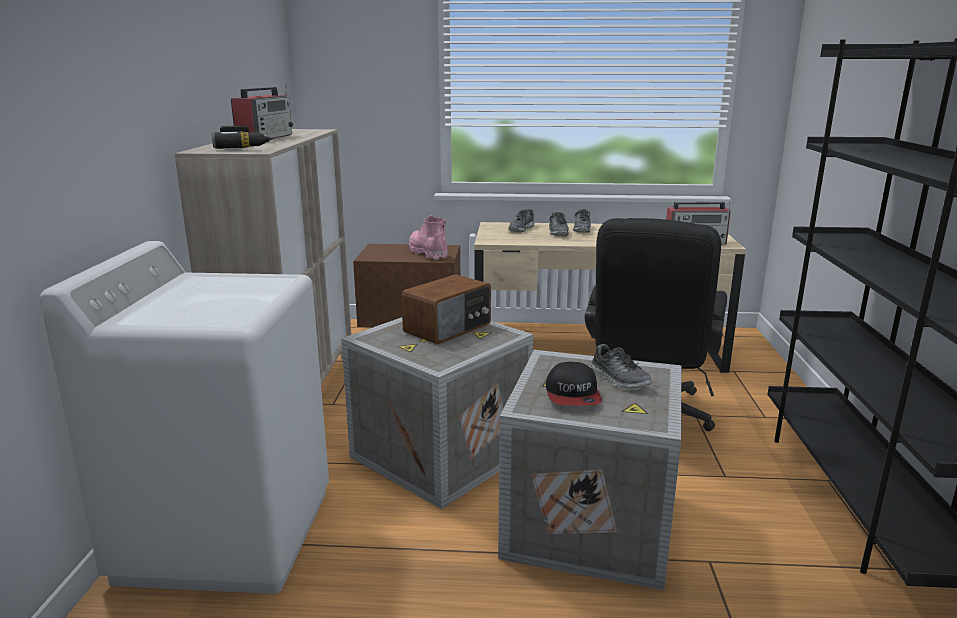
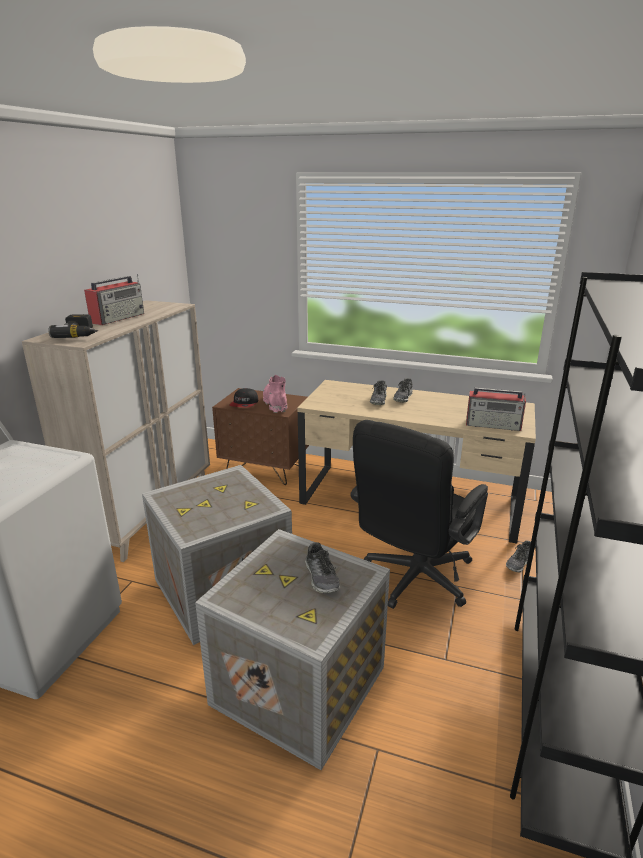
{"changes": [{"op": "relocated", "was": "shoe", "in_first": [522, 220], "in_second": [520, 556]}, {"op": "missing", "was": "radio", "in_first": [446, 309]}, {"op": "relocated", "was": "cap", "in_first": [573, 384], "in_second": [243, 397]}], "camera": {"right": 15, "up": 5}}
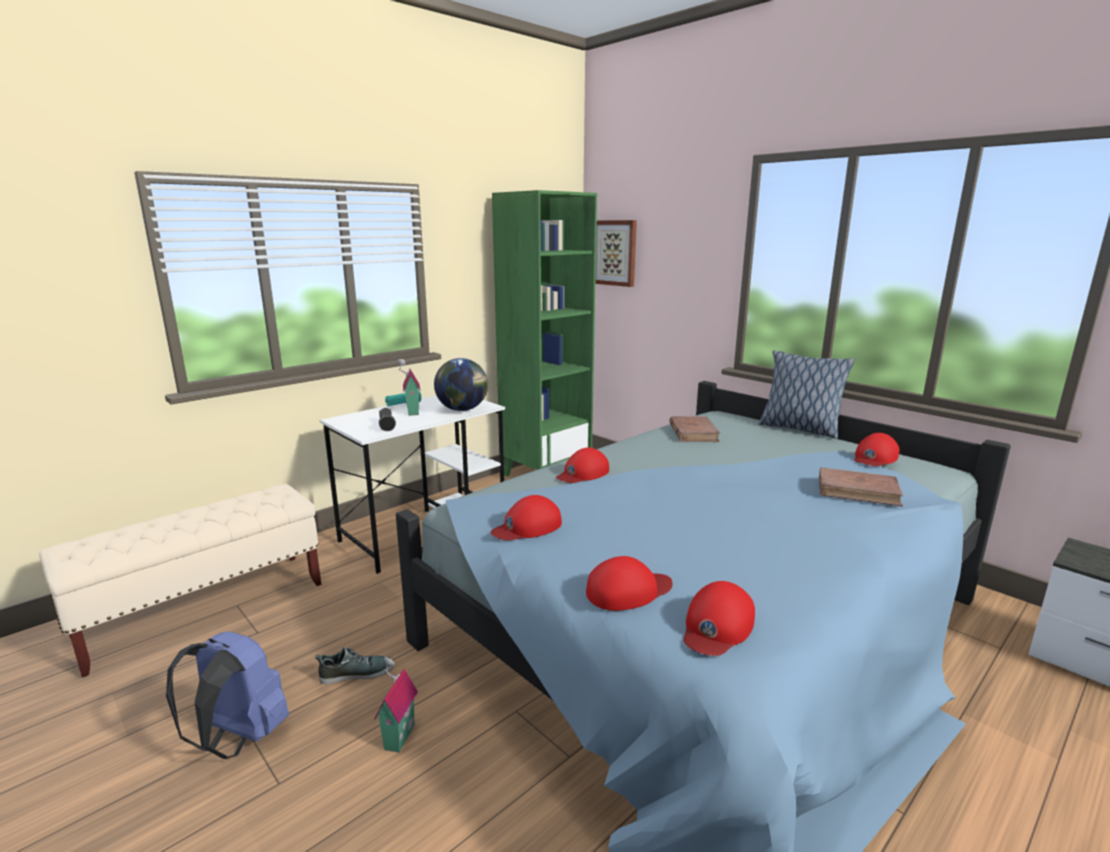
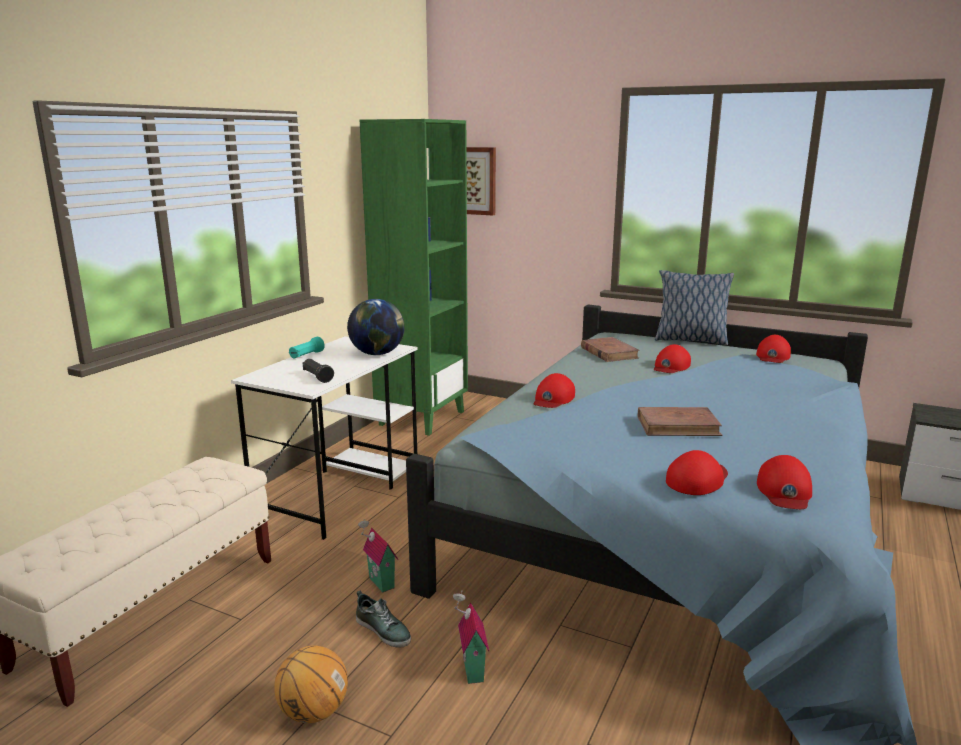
{"changes": [{"op": "relocated", "was": "toy house", "in_first": [409, 387], "in_second": [378, 555]}, {"op": "relocated", "was": "brown book", "in_first": [861, 486], "in_second": [680, 421]}, {"op": "relocated", "was": "red cap", "in_first": [526, 518], "in_second": [672, 358]}, {"op": "exchanged", "was": "blue backpack", "now": "basketball", "in_first": [227, 695], "in_second": [311, 684]}, {"op": "spun", "was": "shoe", "in_first": [354, 665], "in_second": [383, 619], "clockwise": 75}], "camera": {"right": -20, "up": 0}}
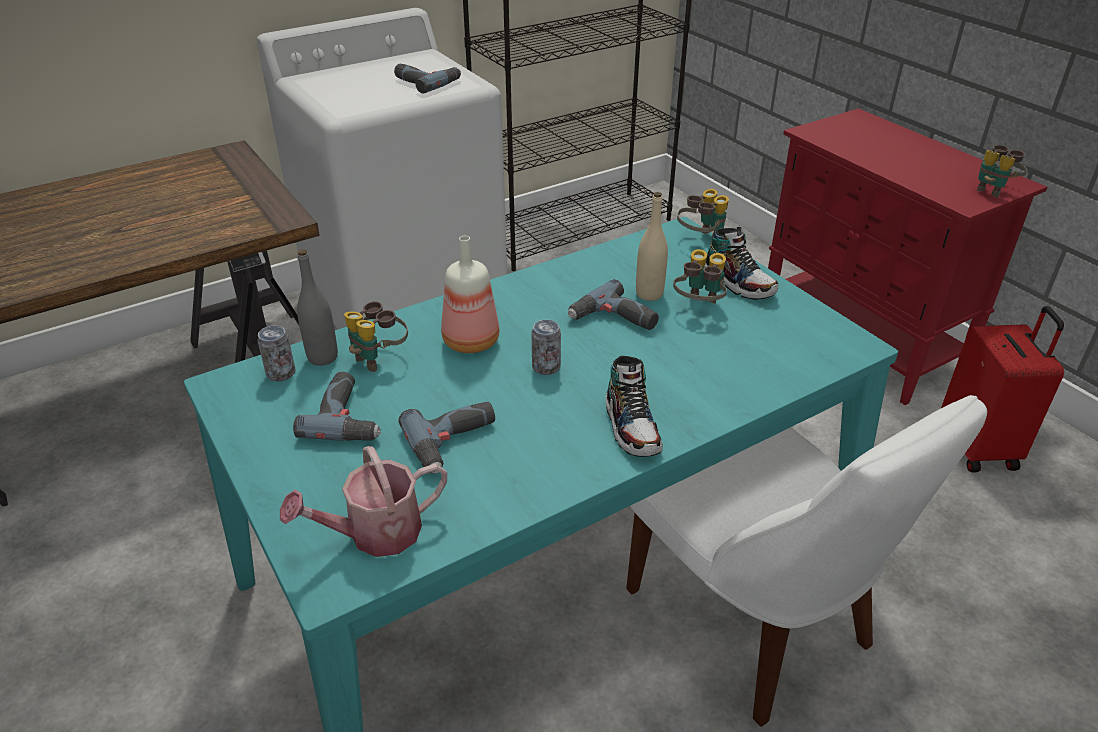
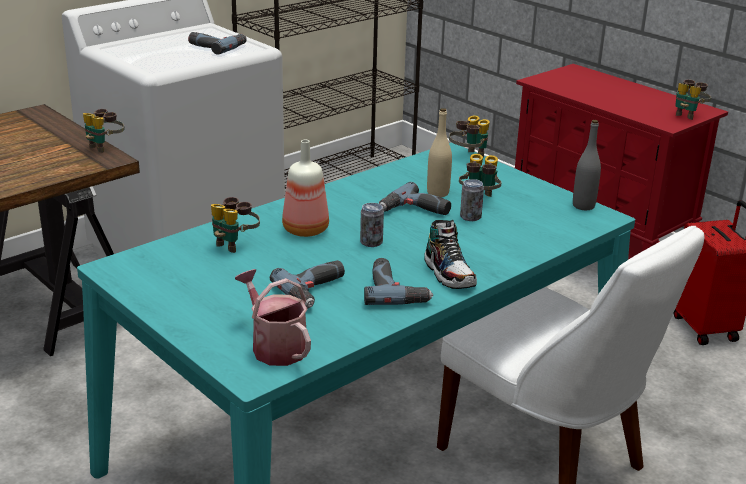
{"changes": [{"op": "missing", "was": "shoe", "in_first": [741, 263]}, {"op": "relocated", "was": "grey bottle", "in_first": [317, 307], "in_second": [587, 165]}, {"op": "relocated", "was": "can", "in_first": [276, 353], "in_second": [472, 200]}, {"op": "relocated", "was": "power drill", "in_first": [337, 406], "in_second": [398, 281]}, {"op": "spun", "was": "watering can", "in_first": [363, 501], "in_second": [273, 317], "clockwise": 90}, {"op": "appeared", "now": "binoculars", "in_second": [104, 131]}], "camera": {"right": -10, "up": -10}}
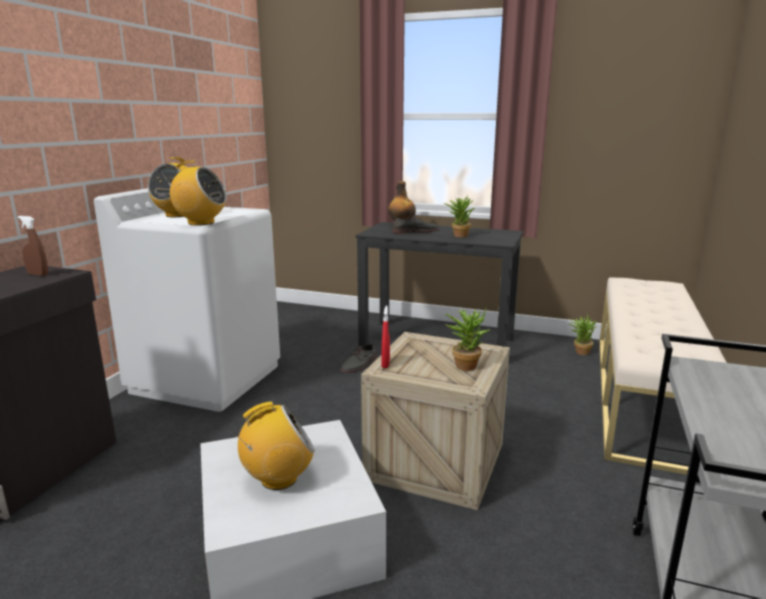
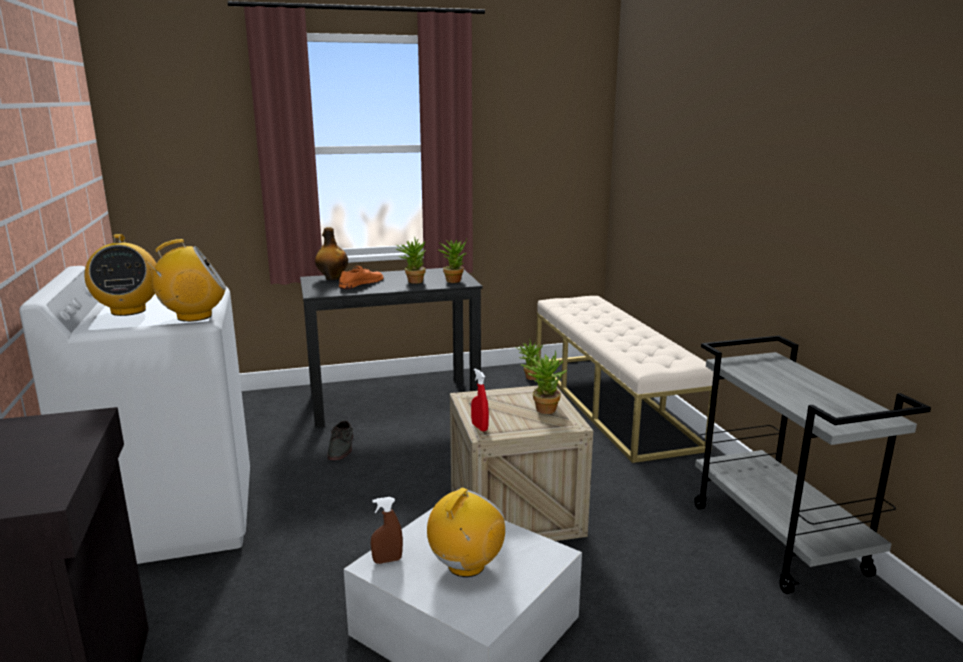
{"changes": [{"op": "colour", "was": "grey shoe", "now": "orange shoe", "in_first": [415, 224], "in_second": [361, 277]}, {"op": "relocated", "was": "brown spray bottle", "in_first": [33, 246], "in_second": [387, 530]}, {"op": "appeared", "now": "potted plant", "in_second": [452, 260]}], "camera": {"right": -35, "up": 0}}
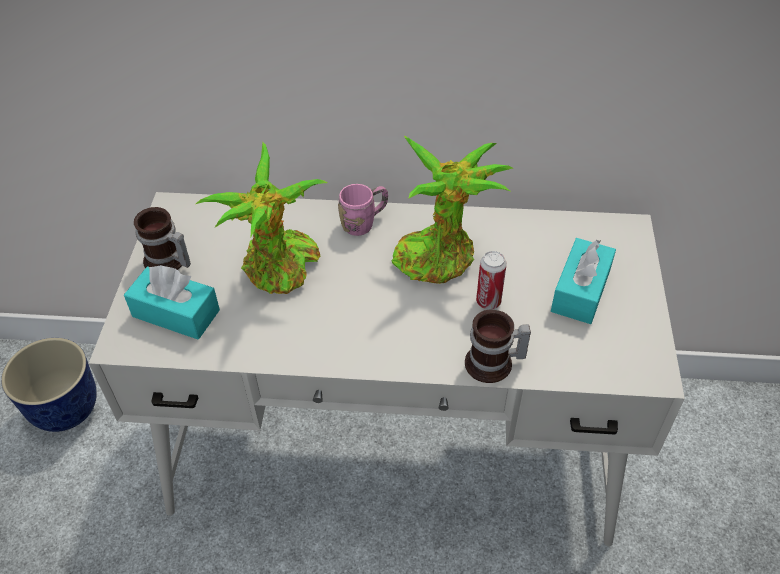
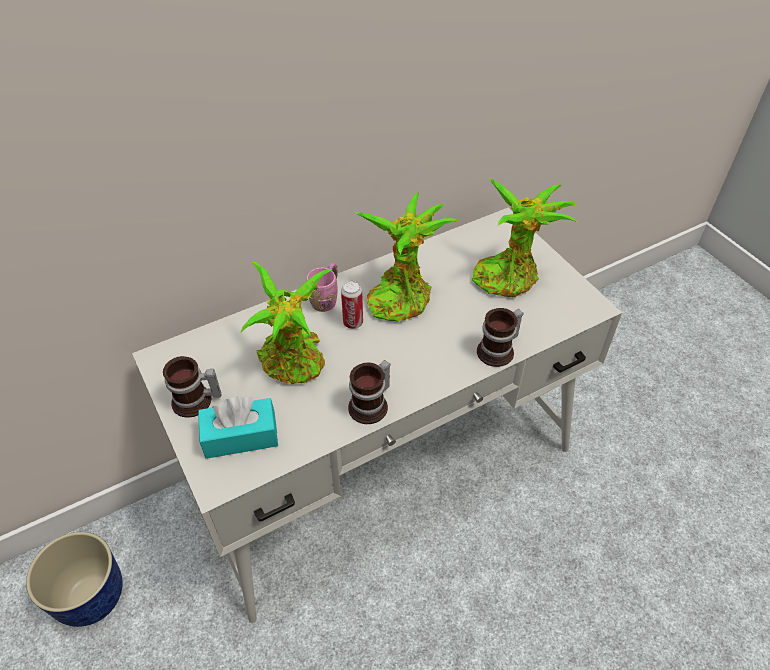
{"changes": [{"op": "exchanged", "was": "turquoise tissue box", "now": "potted plant", "in_first": [583, 281], "in_second": [524, 237]}, {"op": "relocated", "was": "can", "in_first": [491, 280], "in_second": [352, 305]}, {"op": "appeared", "now": "mug", "in_second": [369, 392]}], "camera": {"right": -35, "up": 0}}
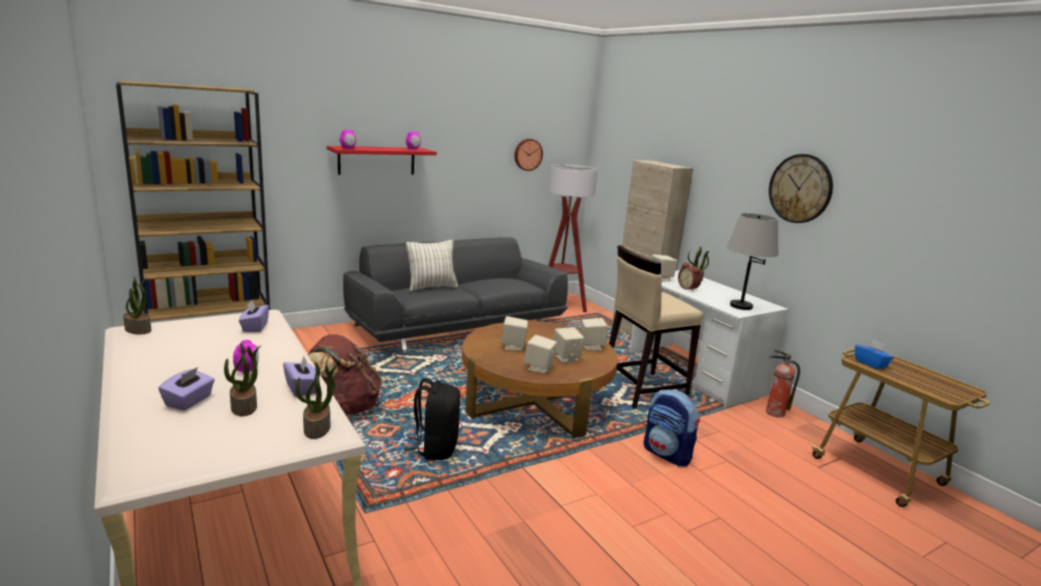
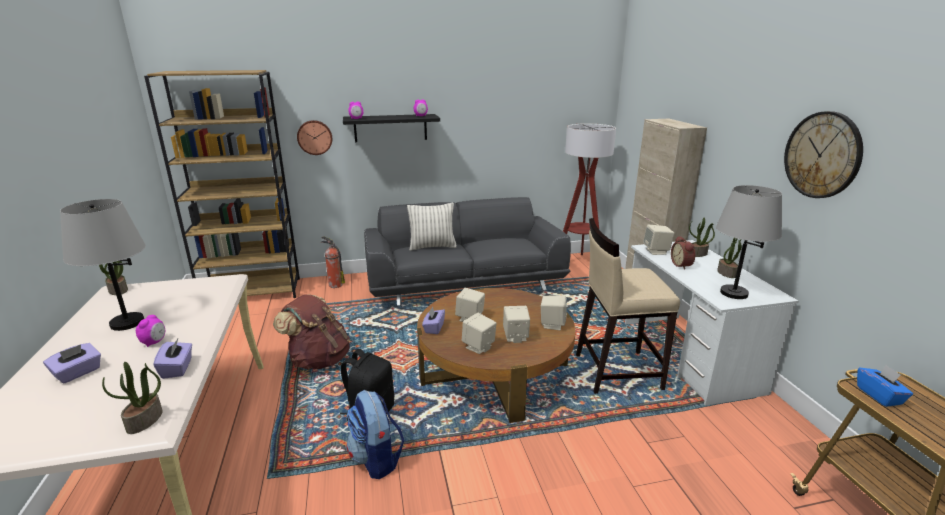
{"changes": [{"op": "relocated", "was": "wall clock", "in_first": [528, 155], "in_second": [314, 137]}, {"op": "colour", "was": "red shelf", "now": "black shelf", "in_first": [382, 160], "in_second": [391, 128]}, {"op": "relocated", "was": "purple tissue box", "in_first": [254, 316], "in_second": [433, 320]}, {"op": "relocated", "was": "potted plant", "in_first": [243, 379], "in_second": [729, 258]}, {"op": "relocated", "was": "fire extinguisher", "in_first": [783, 384], "in_second": [333, 262]}, {"op": "relocated", "was": "backpack", "in_first": [672, 427], "in_second": [375, 434]}, {"op": "appeared", "now": "grey table lamp", "in_second": [103, 265]}], "camera": {"right": 20, "up": 5}}
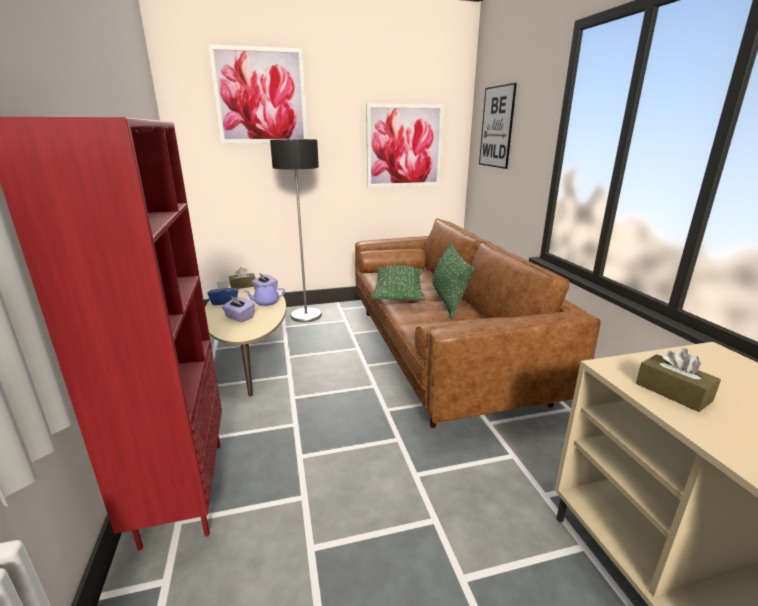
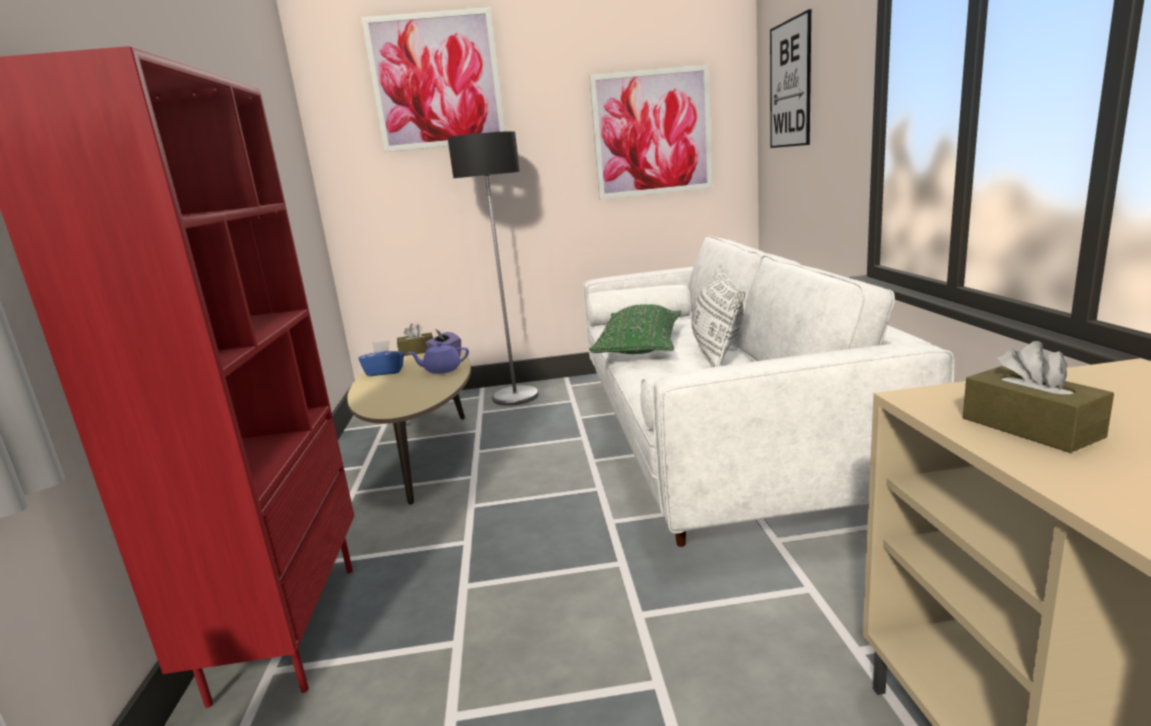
{"changes": [{"op": "colour", "was": "brown sofa", "now": "white sofa", "in_first": [478, 323], "in_second": [769, 391]}, {"op": "colour", "was": "green pillow", "now": "white pillow", "in_first": [454, 280], "in_second": [718, 316]}, {"op": "missing", "was": "purple tissue box", "in_first": [238, 309]}], "camera": {"right": 10, "up": -5}}
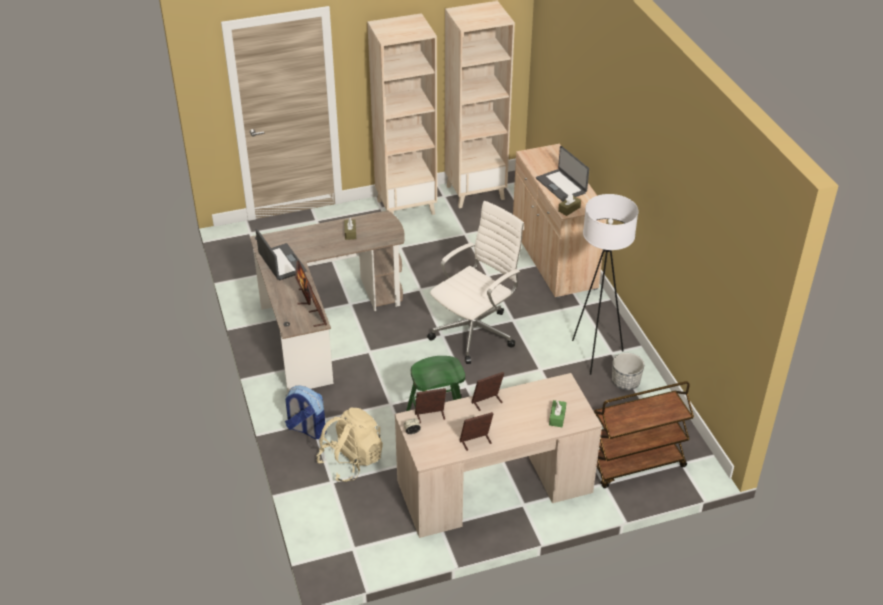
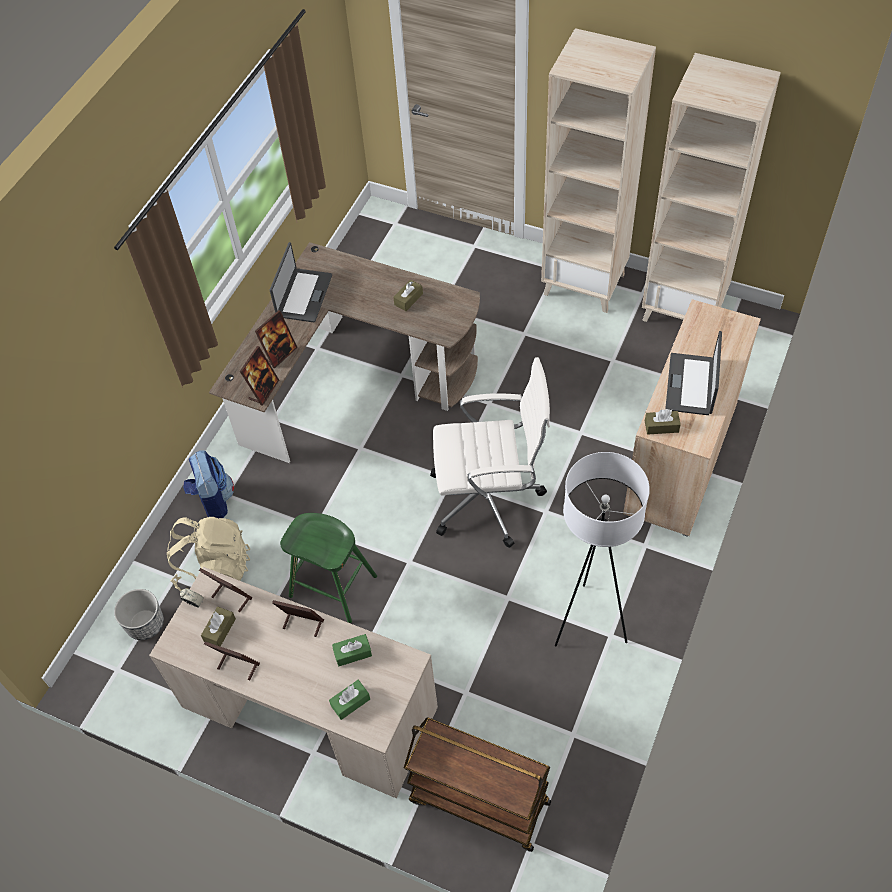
{"changes": [{"op": "relocated", "was": "planter", "in_first": [628, 371], "in_second": [139, 614]}, {"op": "appeared", "now": "brown tissue box", "in_second": [218, 626]}, {"op": "appeared", "now": "green tissue box", "in_second": [352, 650]}], "camera": {"right": 45, "up": 15}}
